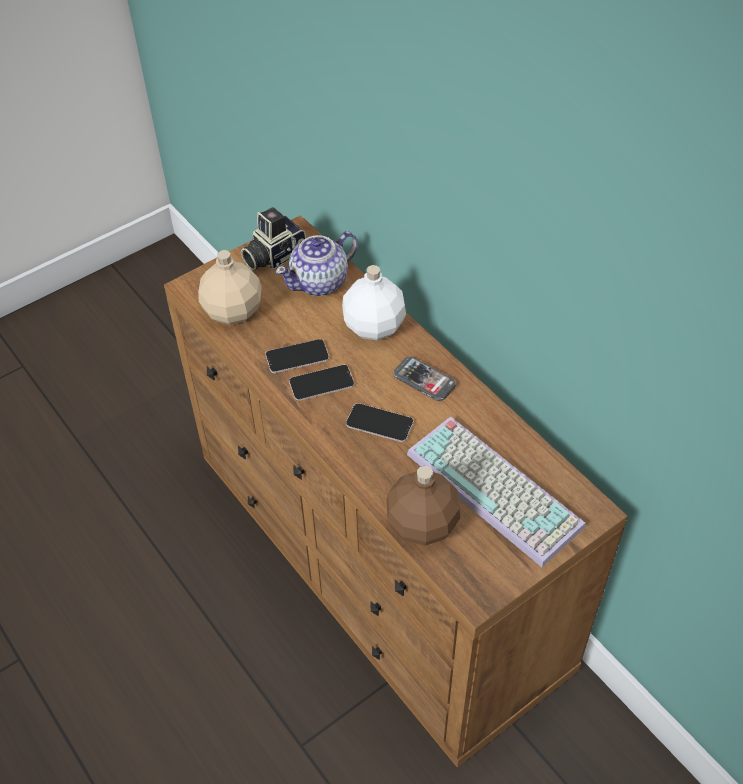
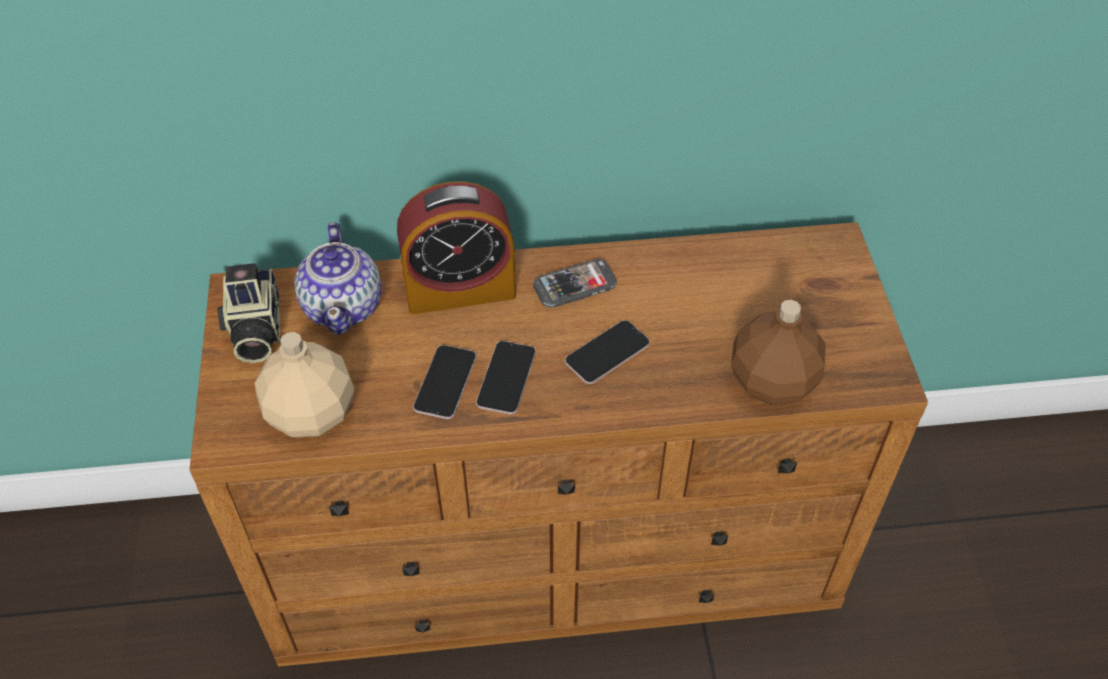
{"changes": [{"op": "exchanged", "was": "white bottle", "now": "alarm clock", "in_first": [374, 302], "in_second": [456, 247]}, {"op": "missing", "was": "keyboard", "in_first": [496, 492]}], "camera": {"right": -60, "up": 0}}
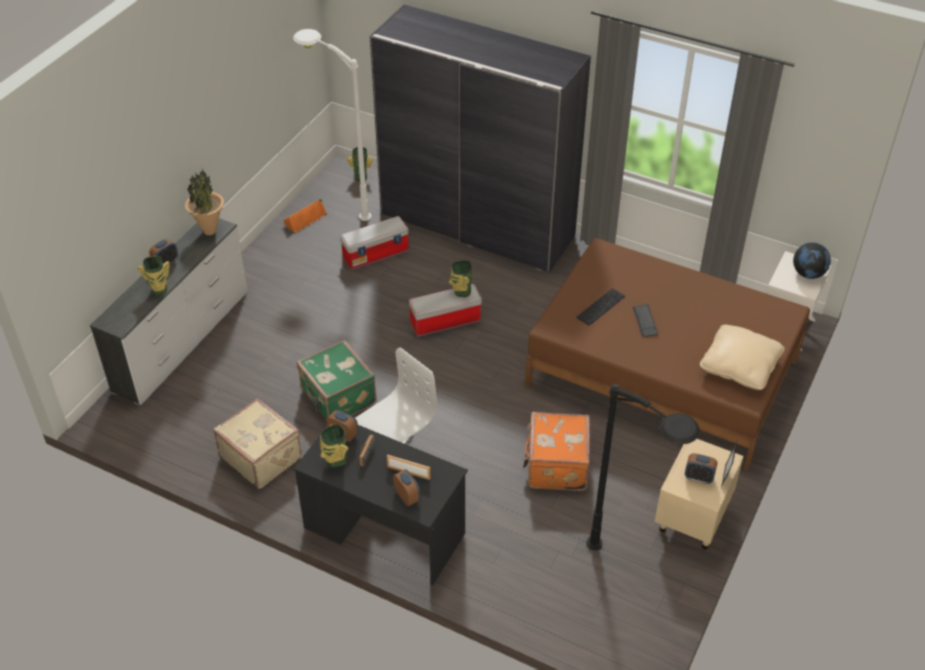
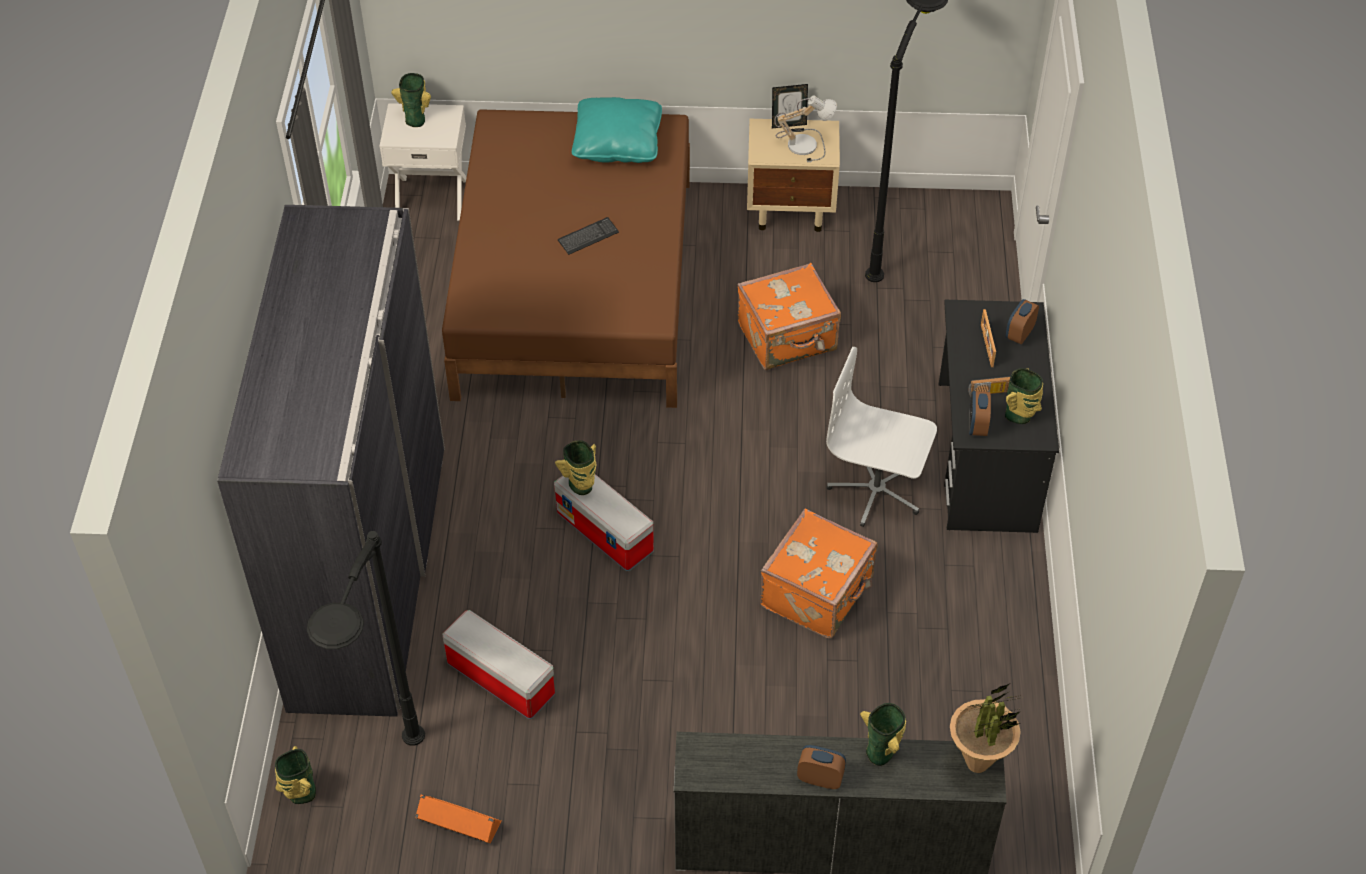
{"changes": [{"op": "colour", "was": "white floor lamp", "now": "black floor lamp", "in_first": [332, 125], "in_second": [366, 638]}, {"op": "relocated", "was": "potted plant", "in_first": [204, 202], "in_second": [985, 728]}, {"op": "exchanged", "was": "globe", "now": "vase", "in_first": [812, 260], "in_second": [411, 100]}, {"op": "missing", "was": "keyboard", "in_first": [600, 307]}, {"op": "colour", "was": "beige pillow", "now": "turquoise pillow", "in_first": [742, 357], "in_second": [617, 130]}, {"op": "colour", "was": "green suitcase", "now": "orange suitcase", "in_first": [337, 380], "in_second": [819, 573]}, {"op": "missing", "was": "beige suitcase", "in_first": [257, 443]}, {"op": "exchanged", "was": "alarm clock", "now": "table lamp", "in_first": [701, 468], "in_second": [806, 128]}], "camera": {"right": -115, "up": 5}}
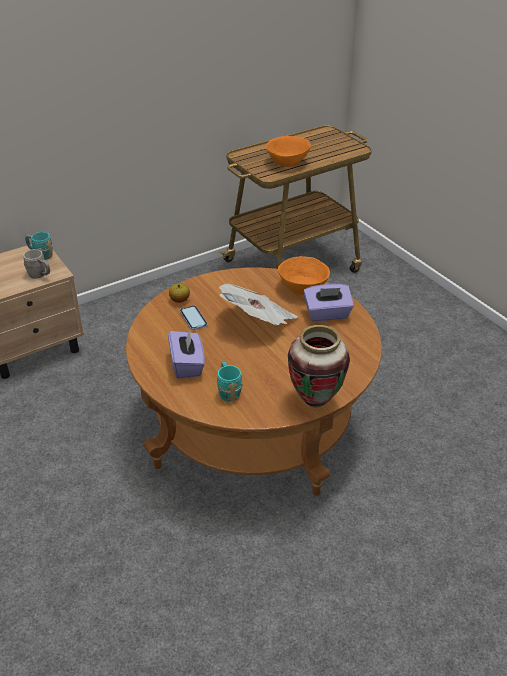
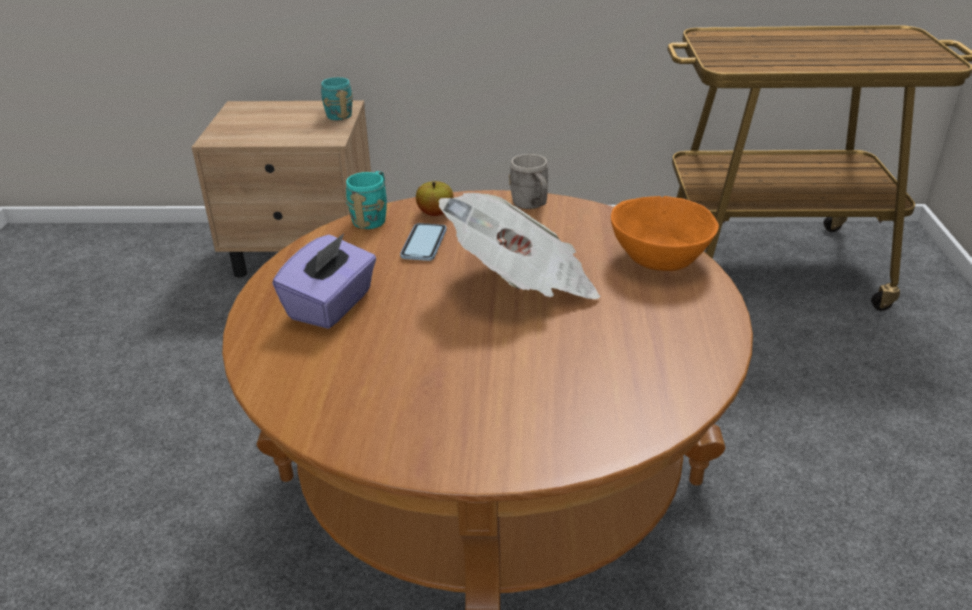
{"changes": [{"op": "missing", "was": "orange bowl", "in_first": [288, 151]}, {"op": "relocated", "was": "grey mug", "in_first": [36, 264], "in_second": [528, 181]}, {"op": "missing", "was": "purple tissue box", "in_first": [328, 303]}, {"op": "missing", "was": "vase", "in_first": [319, 366]}, {"op": "relocated", "was": "turquoise mug", "in_first": [230, 382], "in_second": [366, 200]}], "camera": {"right": 35, "up": -5}}
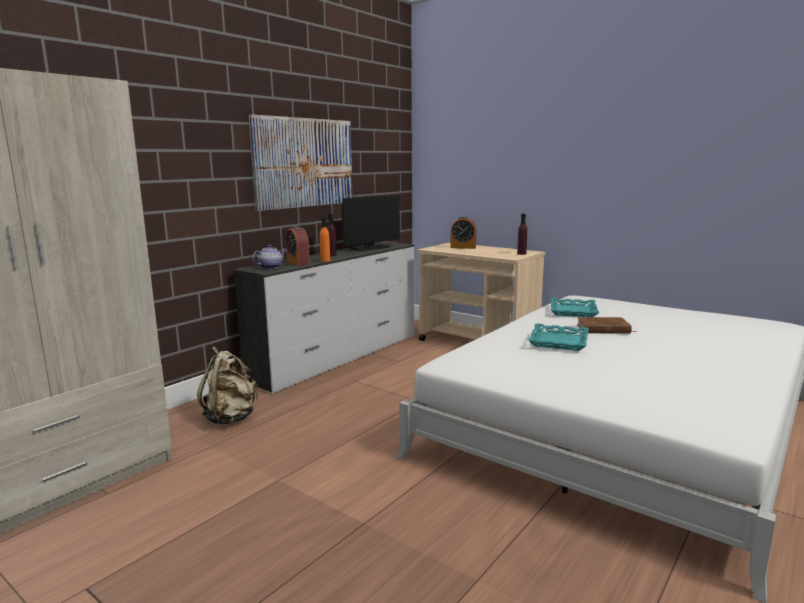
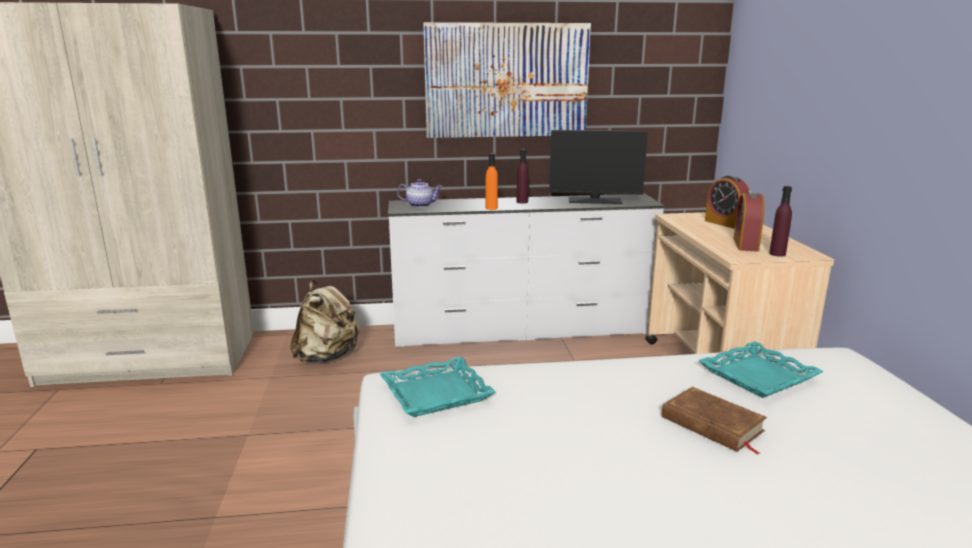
{"changes": [{"op": "relocated", "was": "alarm clock", "in_first": [298, 246], "in_second": [748, 221]}, {"op": "relocated", "was": "turquoise tray", "in_first": [558, 337], "in_second": [438, 387]}], "camera": {"right": 45, "up": 5}}
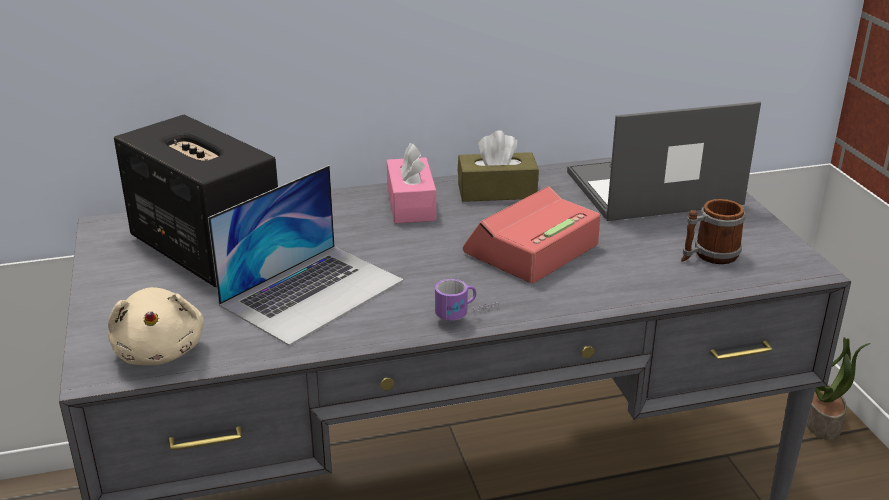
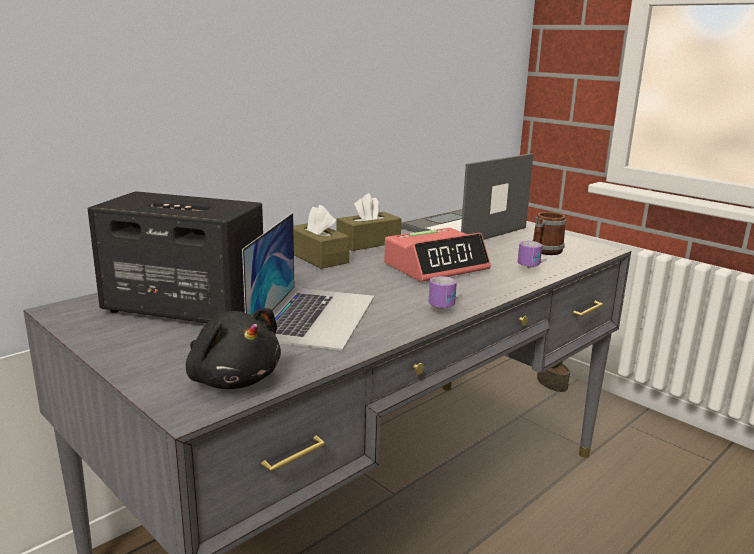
{"changes": [{"op": "colour", "was": "pink tissue box", "now": "brown tissue box", "in_first": [411, 183], "in_second": [321, 237]}, {"op": "spun", "was": "alarm clock", "in_first": [531, 234], "in_second": [437, 255], "clockwise": -135}, {"op": "colour", "was": "beige plush toy", "now": "black plush toy", "in_first": [156, 326], "in_second": [233, 348]}, {"op": "appeared", "now": "mug", "in_second": [532, 254]}], "camera": {"right": -30, "up": -10}}
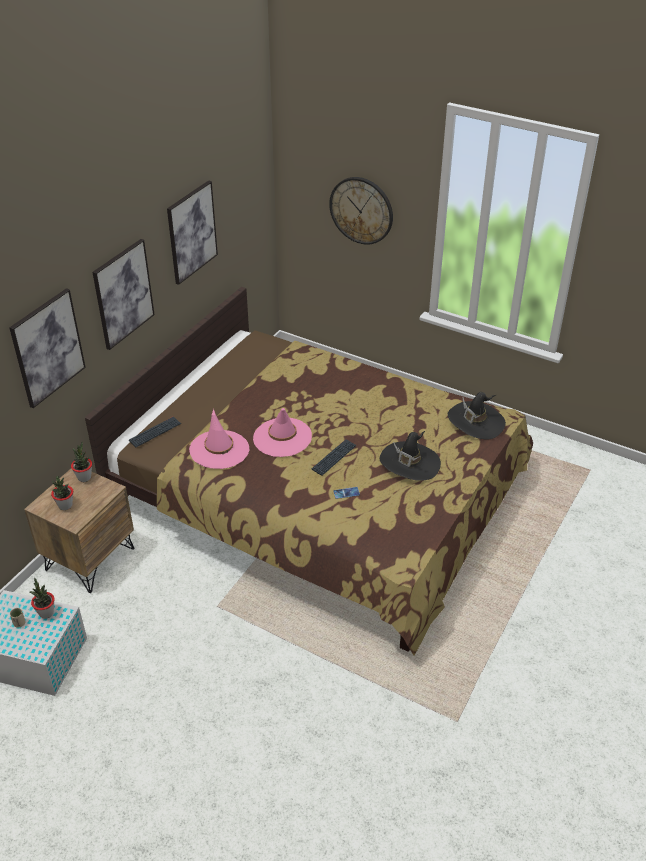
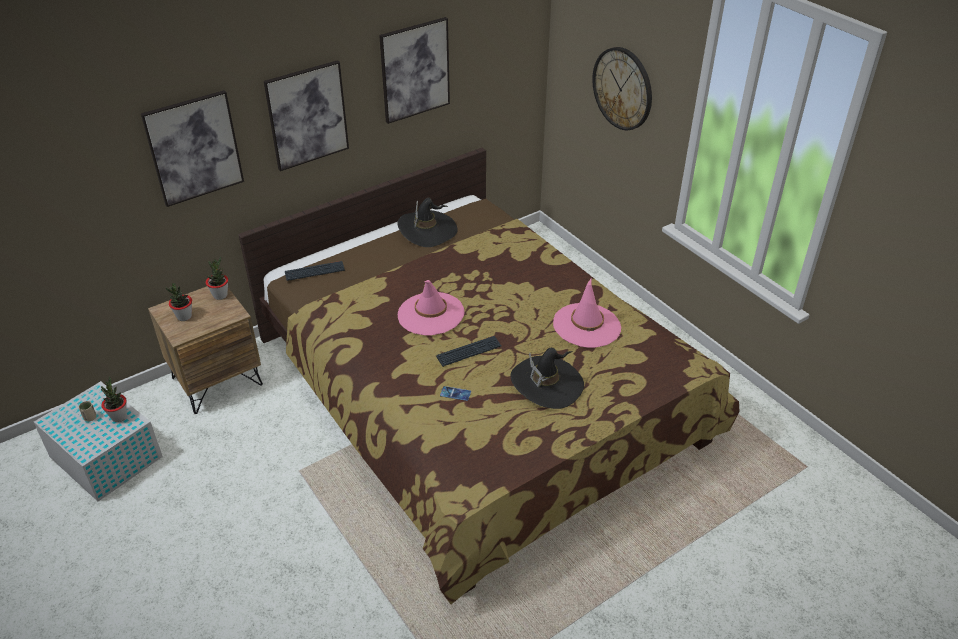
{"changes": [{"op": "relocated", "was": "black hat", "in_first": [477, 415], "in_second": [428, 222]}, {"op": "relocated", "was": "pink hat", "in_first": [219, 439], "in_second": [587, 313]}], "camera": {"right": 25, "up": 0}}
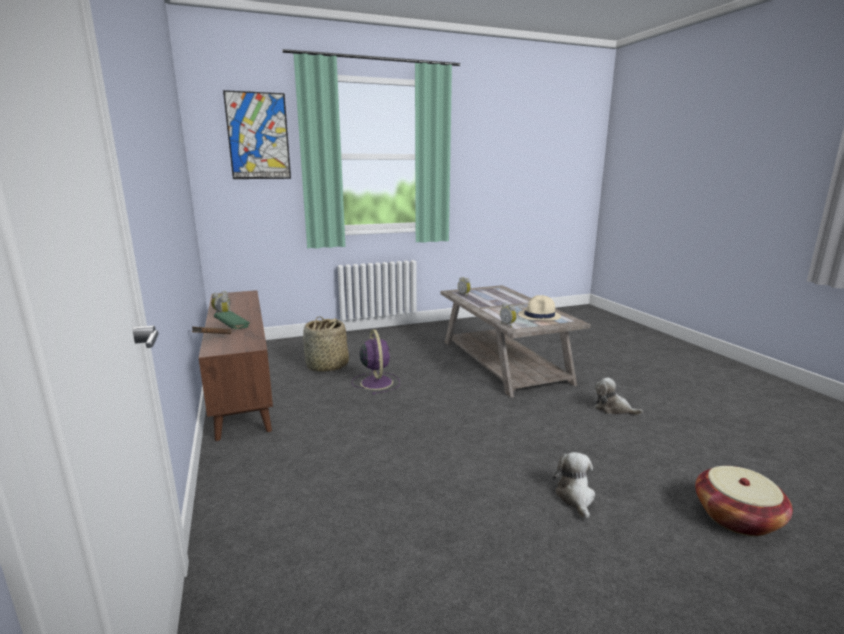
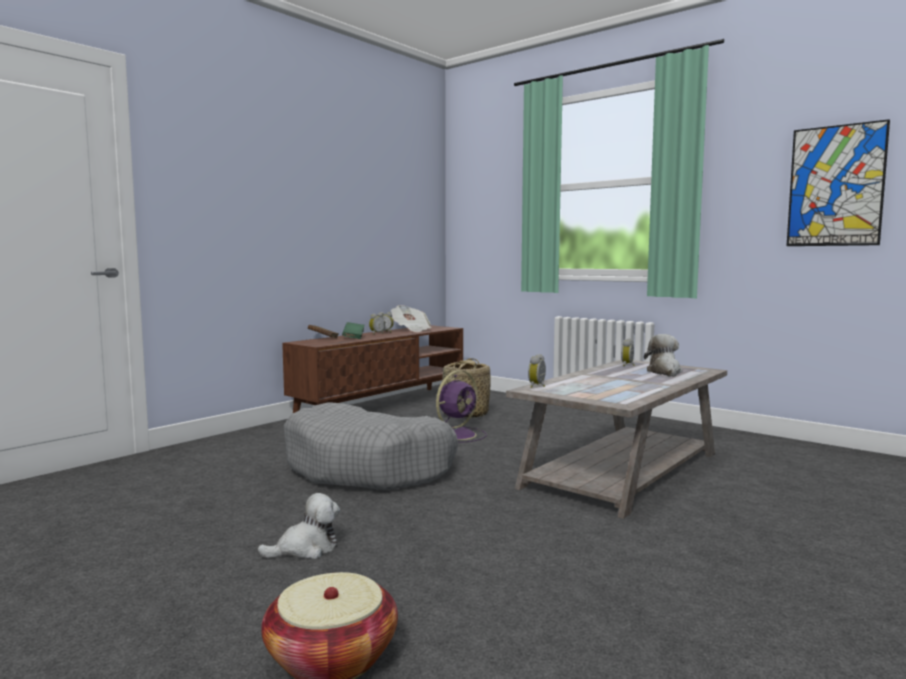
{"changes": [{"op": "relocated", "was": "picture", "in_first": [257, 134], "in_second": [838, 182]}, {"op": "missing", "was": "beige hat", "in_first": [539, 307]}, {"op": "relocated", "was": "plush toy", "in_first": [618, 396], "in_second": [663, 355]}, {"op": "appeared", "now": "newspaper", "in_second": [411, 318]}, {"op": "appeared", "now": "grey dog bed", "in_second": [371, 446]}], "camera": {"right": 60, "up": -10}}
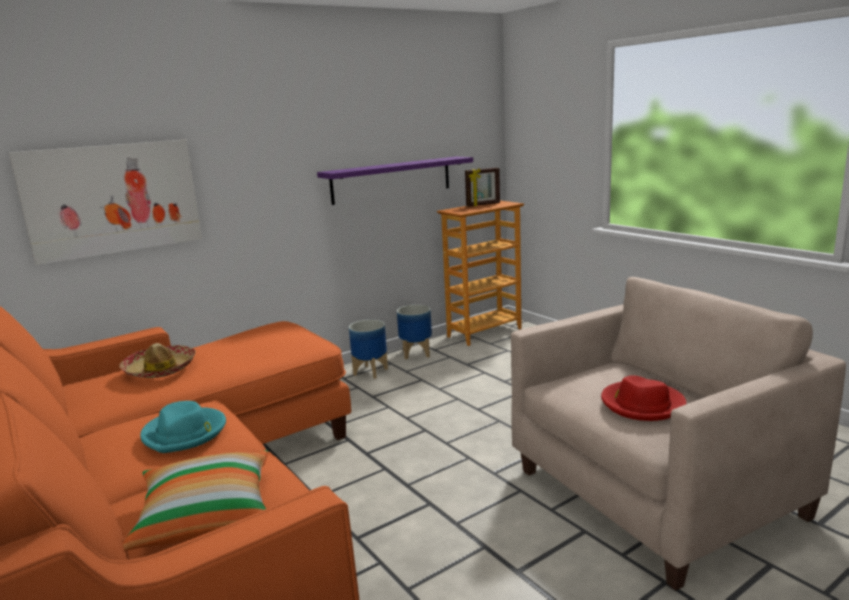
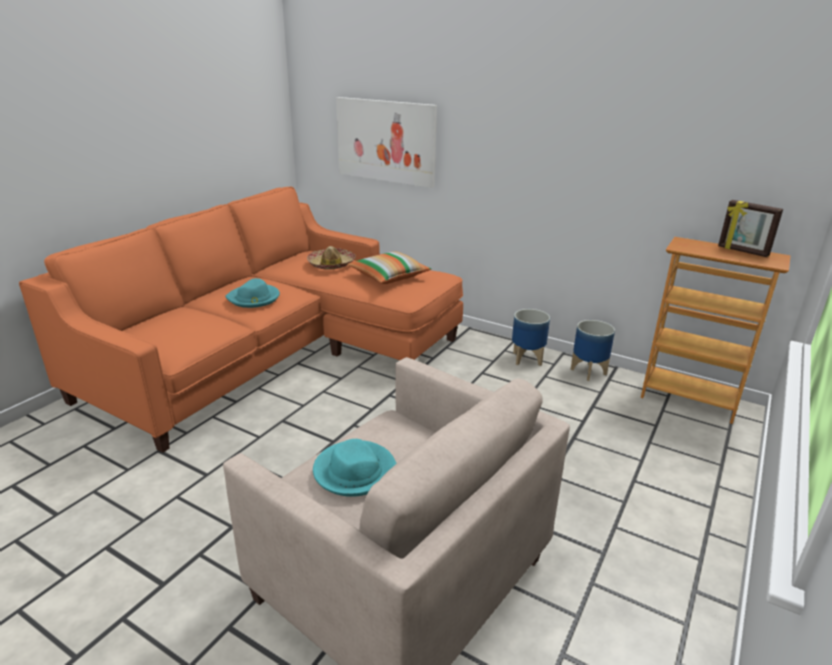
{"changes": [{"op": "missing", "was": "purple shelf", "in_first": [395, 181]}, {"op": "colour", "was": "red hat", "now": "turquoise hat", "in_first": [643, 398], "in_second": [355, 468]}, {"op": "relocated", "was": "pillow", "in_first": [195, 500], "in_second": [389, 267]}], "camera": {"right": 65, "up": 10}}
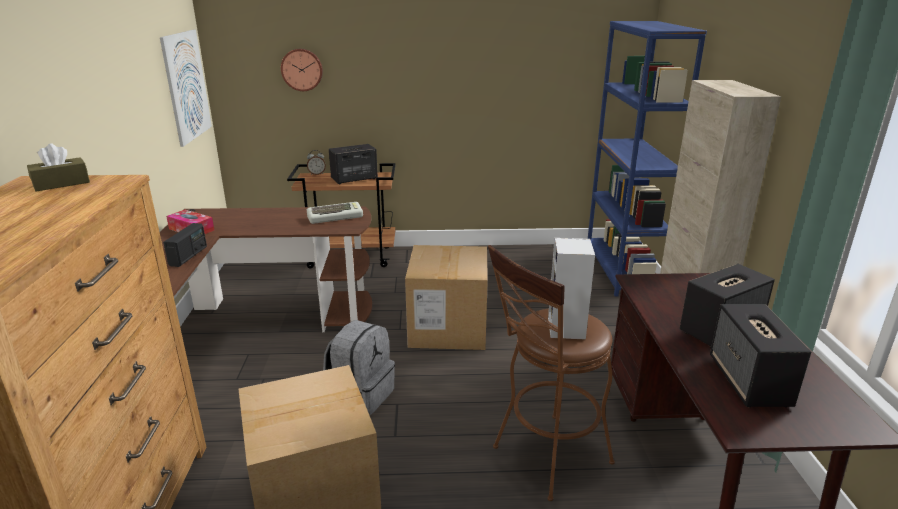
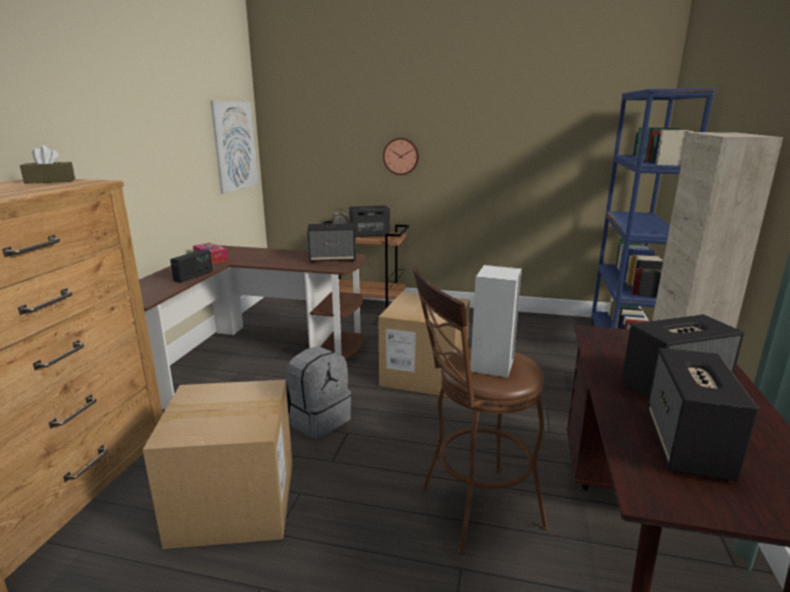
{"changes": [{"op": "relocated", "was": "wall clock", "in_first": [302, 70], "in_second": [401, 156]}, {"op": "exchanged", "was": "keyboard", "now": "speaker", "in_first": [335, 213], "in_second": [331, 243]}], "camera": {"right": 15, "up": -5}}
